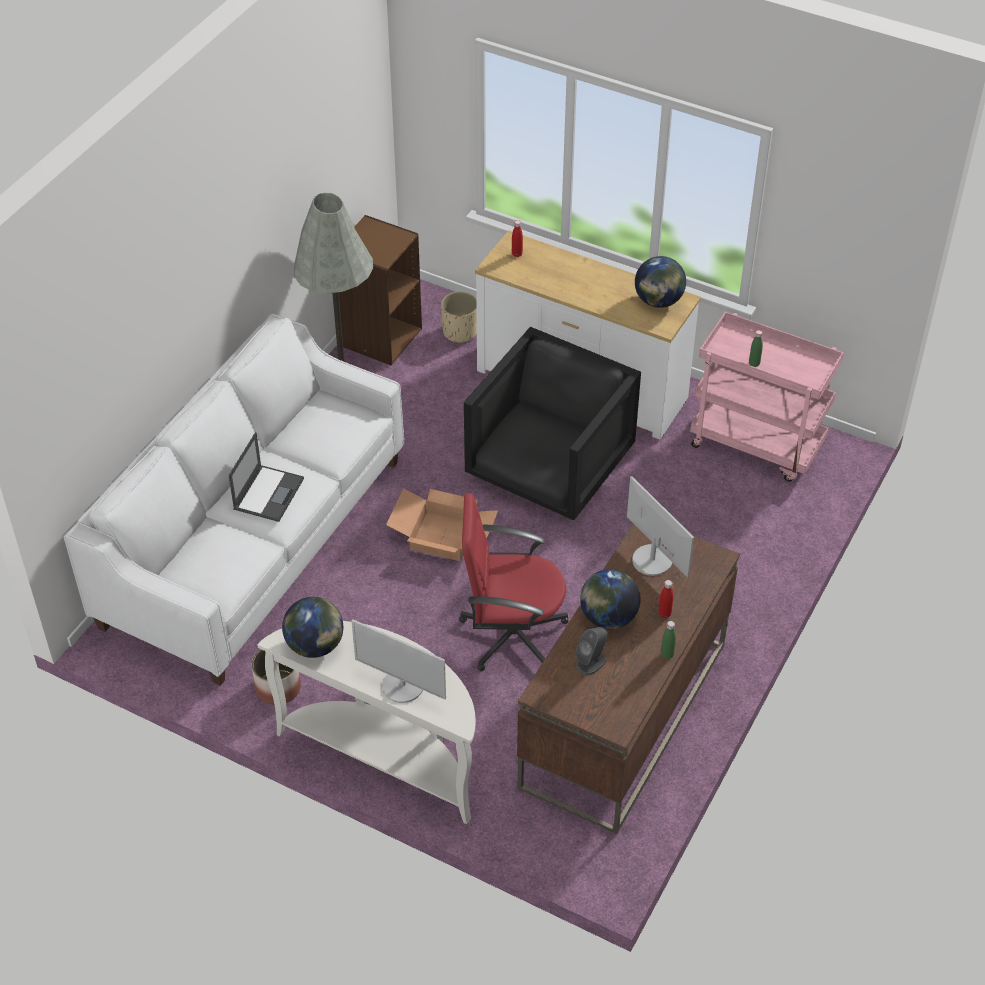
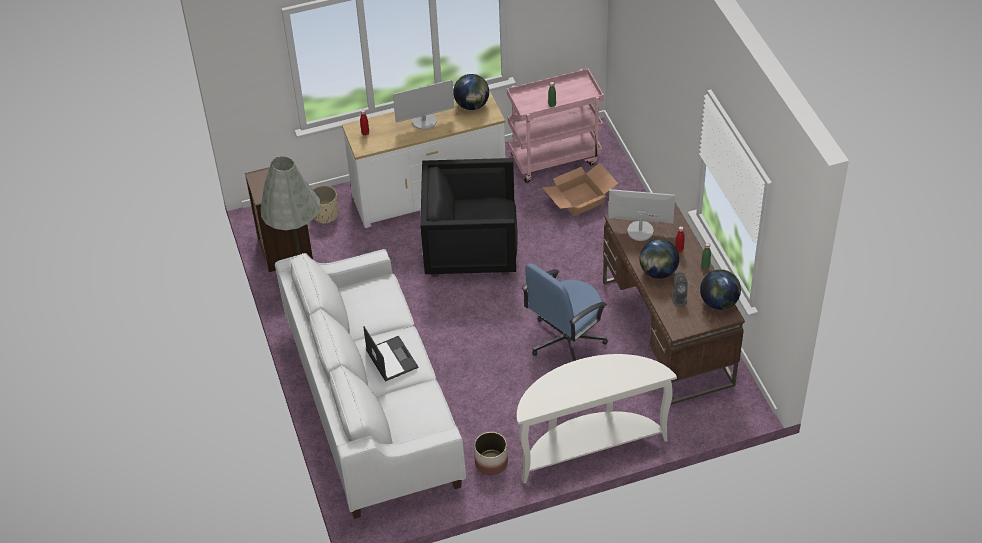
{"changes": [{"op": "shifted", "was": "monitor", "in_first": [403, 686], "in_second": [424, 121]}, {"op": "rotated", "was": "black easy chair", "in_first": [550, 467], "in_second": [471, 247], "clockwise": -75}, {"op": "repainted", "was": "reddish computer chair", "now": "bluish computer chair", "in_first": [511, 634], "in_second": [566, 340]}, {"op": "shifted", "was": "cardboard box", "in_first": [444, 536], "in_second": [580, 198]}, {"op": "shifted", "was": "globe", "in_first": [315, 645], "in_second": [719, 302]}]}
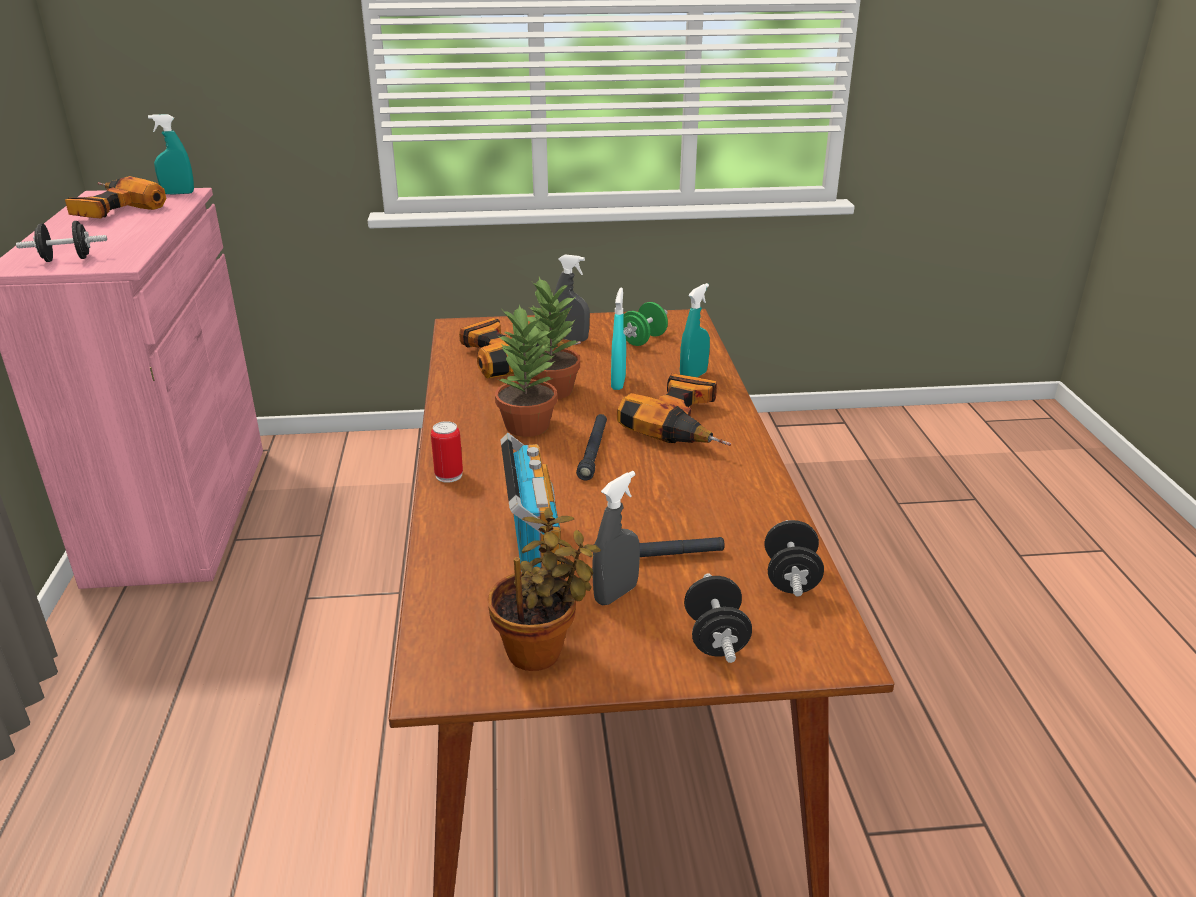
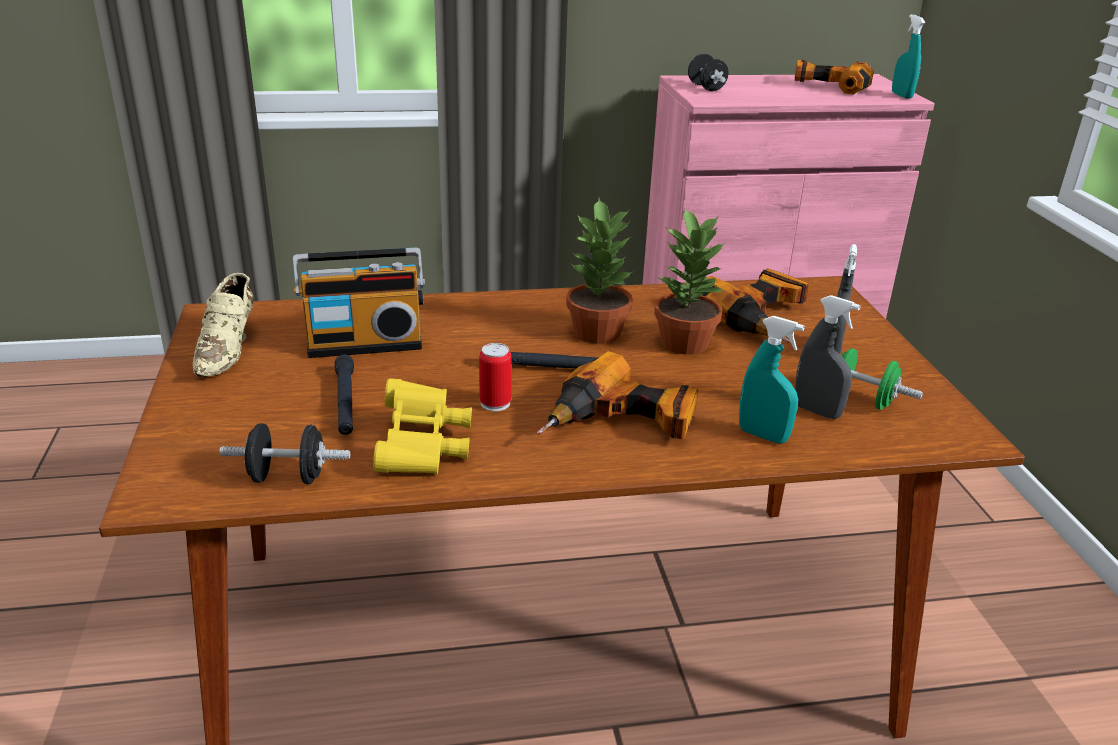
{"changes": [{"op": "swapped", "was": "potted plant", "now": "beige-coloured item of footwear", "in_first": [541, 651], "in_second": [229, 350]}, {"op": "new", "now": "yellowish binoculars", "in_second": [423, 448]}, {"op": "shifted", "was": "sealed can", "in_first": [449, 475], "in_second": [495, 403]}, {"op": "shifted", "was": "grey hand sprayer", "in_first": [616, 594], "in_second": [817, 411]}, {"op": "gone", "was": "blue-green hand sprayer", "in_first": [618, 383]}, {"op": "gone", "was": "black free weight", "in_first": [715, 638]}]}
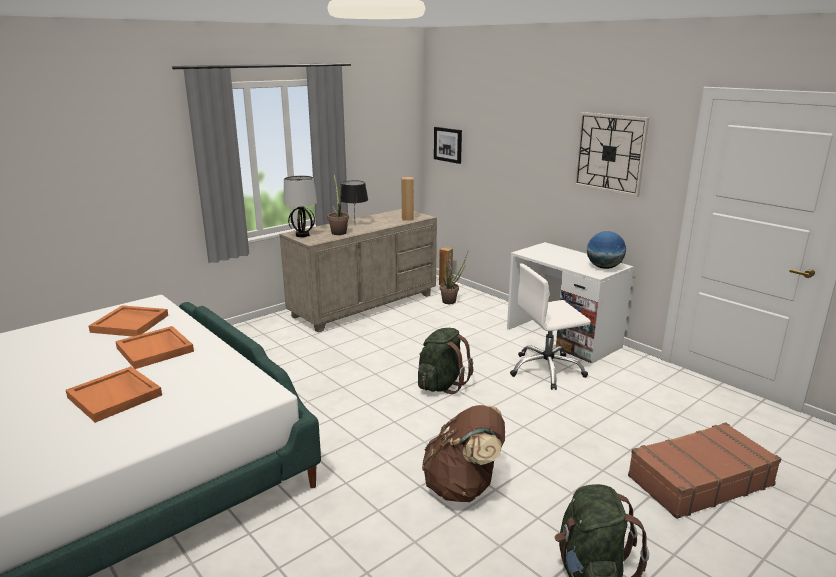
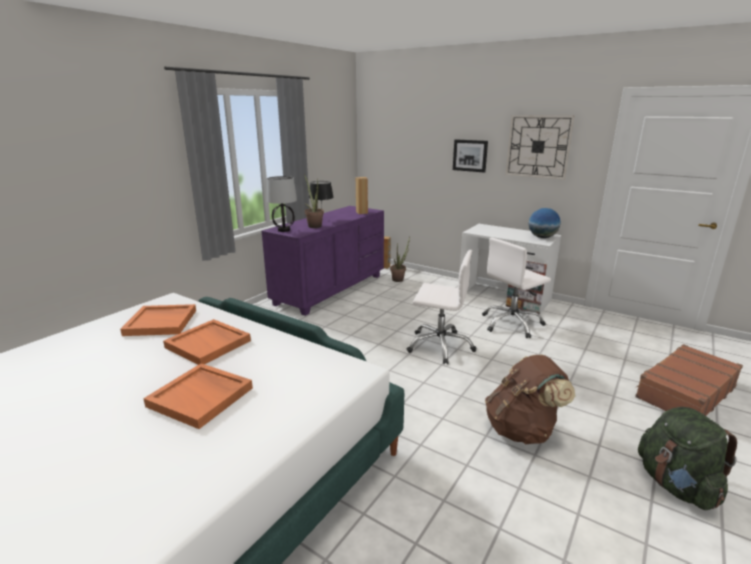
{"changes": [{"op": "repainted", "was": "beige-coloured dresser", "now": "purplish dresser", "in_first": [364, 305], "in_second": [330, 290]}, {"op": "swapped", "was": "green-coloured knapsack", "now": "whitish computer chair", "in_first": [441, 385], "in_second": [440, 346]}, {"op": "shifted", "was": "wall art", "in_first": [448, 144], "in_second": [470, 155]}]}
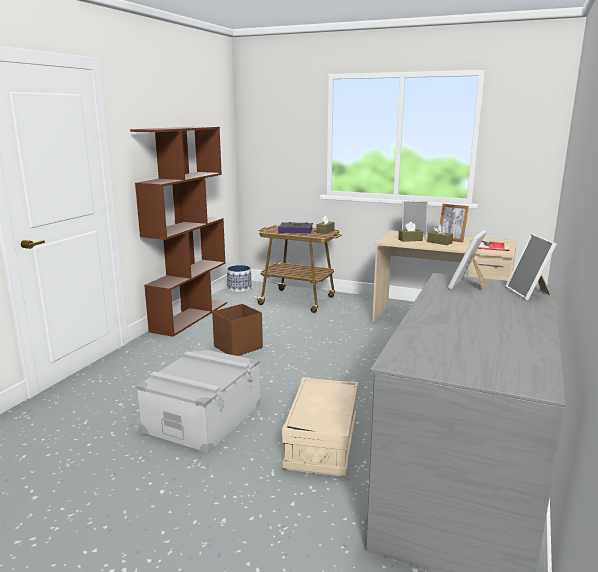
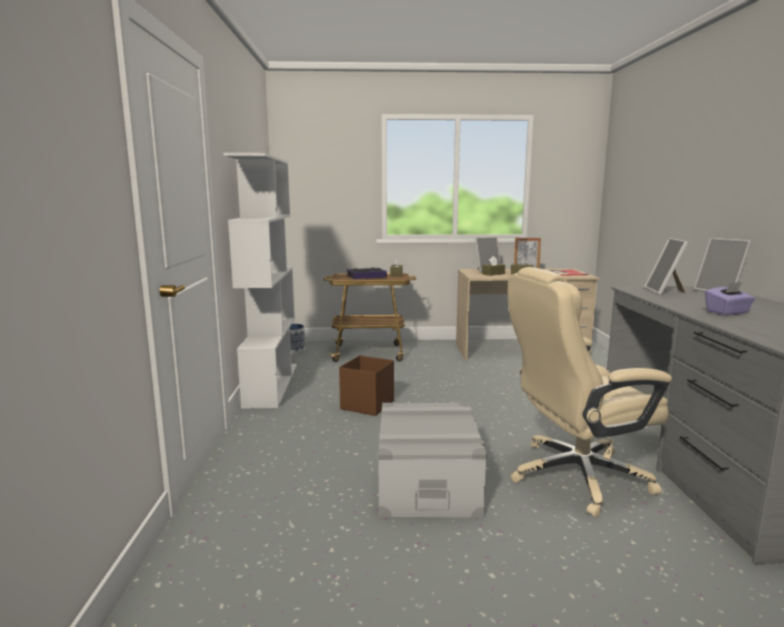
{"changes": [{"op": "repainted", "was": "brownish shelving unit", "now": "whitish shelving unit", "in_first": [190, 316], "in_second": [271, 384]}, {"op": "swapped", "was": "beige-coloured storage box", "now": "beige-coloured computer chair", "in_first": [322, 443], "in_second": [575, 476]}, {"op": "new", "now": "purplish tissue holder", "in_second": [727, 312]}]}
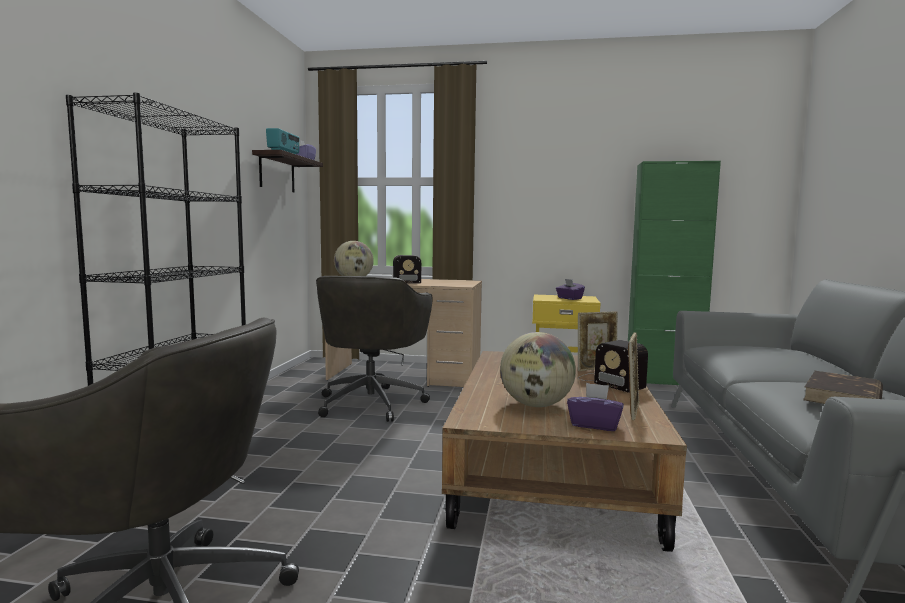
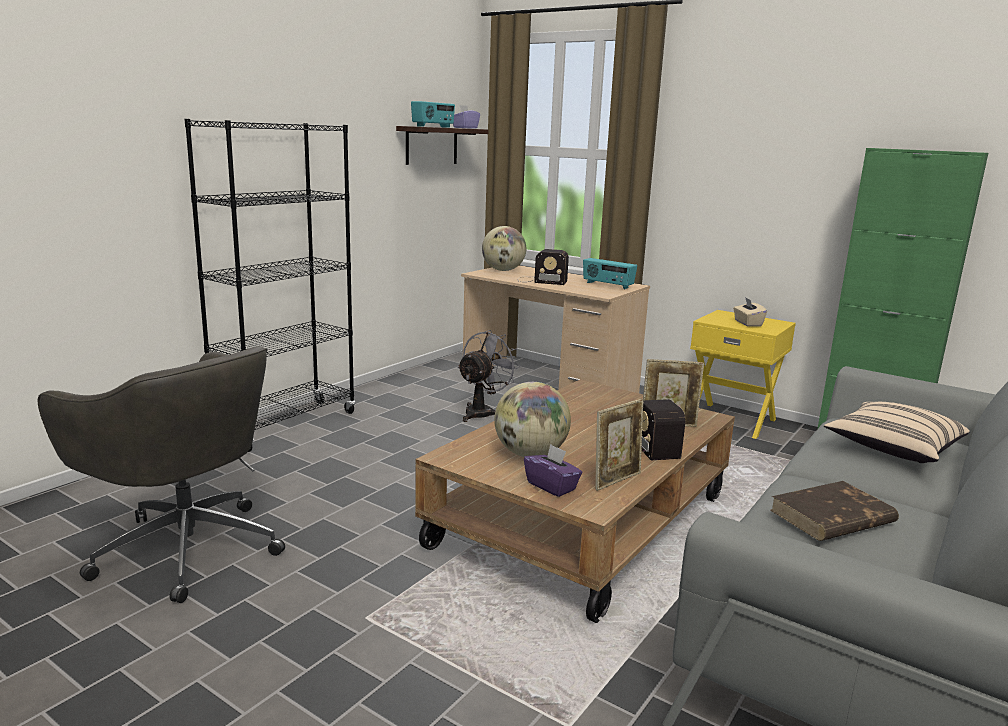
{"changes": [{"op": "swapped", "was": "grey computer chair", "now": "grey cooling fan", "in_first": [372, 402], "in_second": [482, 412]}, {"op": "new", "now": "radio receiver", "in_second": [607, 285]}, {"op": "repainted", "was": "purplish tissue holder", "now": "beige-coloured tissue holder", "in_first": [569, 298], "in_second": [747, 323]}, {"op": "new", "now": "beige-coloured pillow", "in_second": [892, 449]}]}
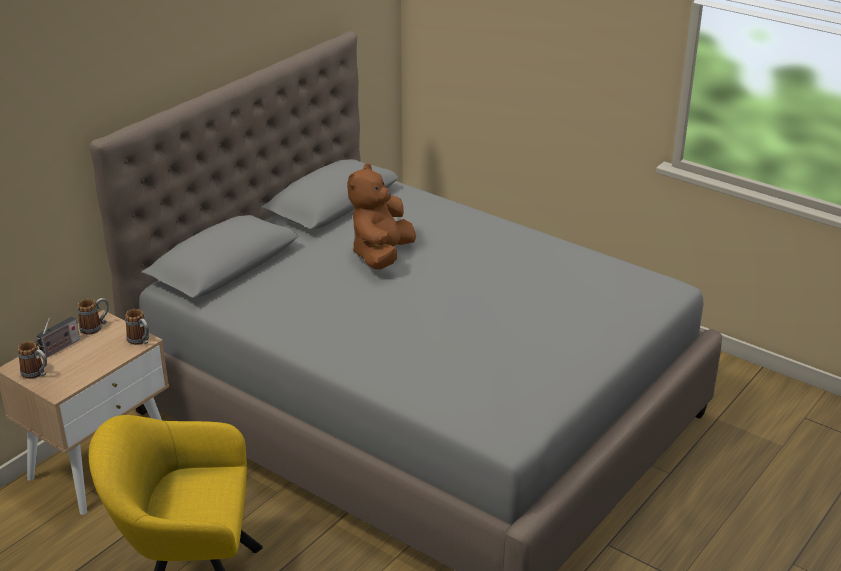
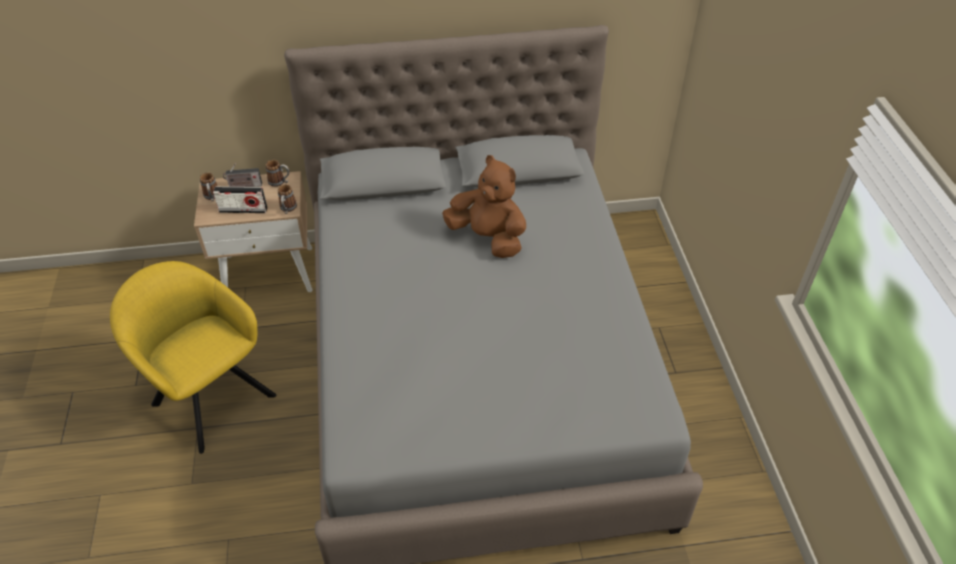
{"changes": [{"op": "new", "now": "radio receiver", "in_second": [243, 210]}, {"op": "rotated", "was": "brownish soft toy", "in_first": [381, 255], "in_second": [488, 238], "clockwise": 60}]}
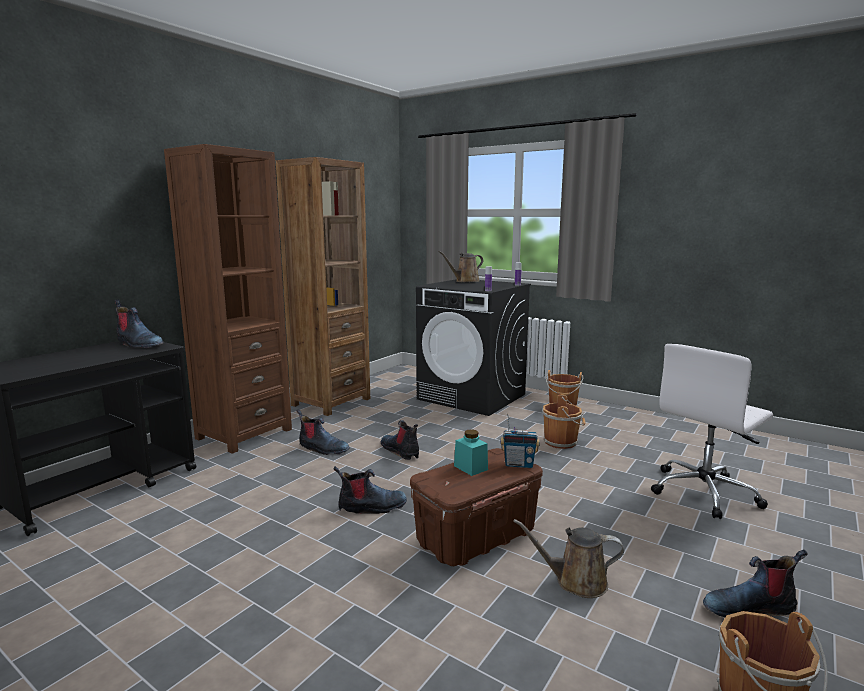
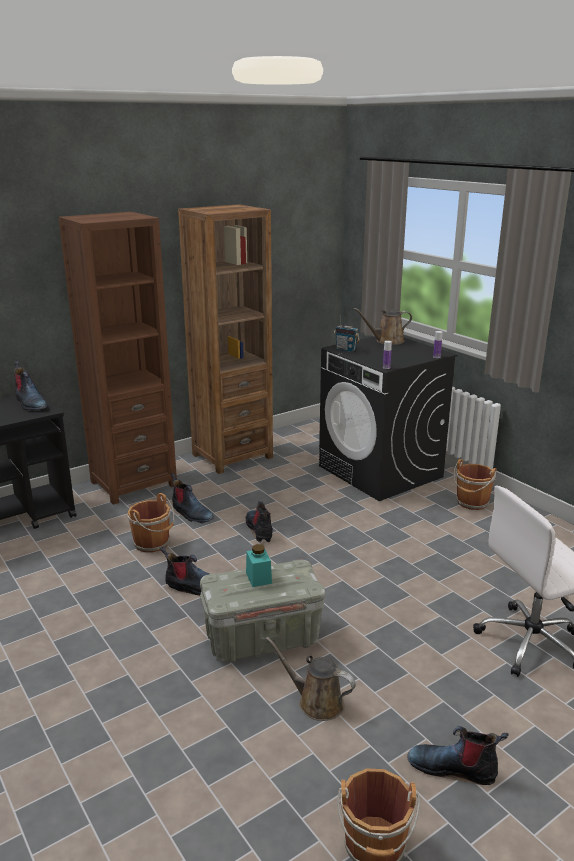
{"changes": [{"op": "shifted", "was": "brownish pail", "in_first": [562, 442], "in_second": [153, 543]}, {"op": "repainted", "was": "brownish storage box", "now": "grey storage box", "in_first": [475, 538], "in_second": [262, 639]}, {"op": "shifted", "was": "radio receiver", "in_first": [519, 464], "in_second": [346, 349]}]}
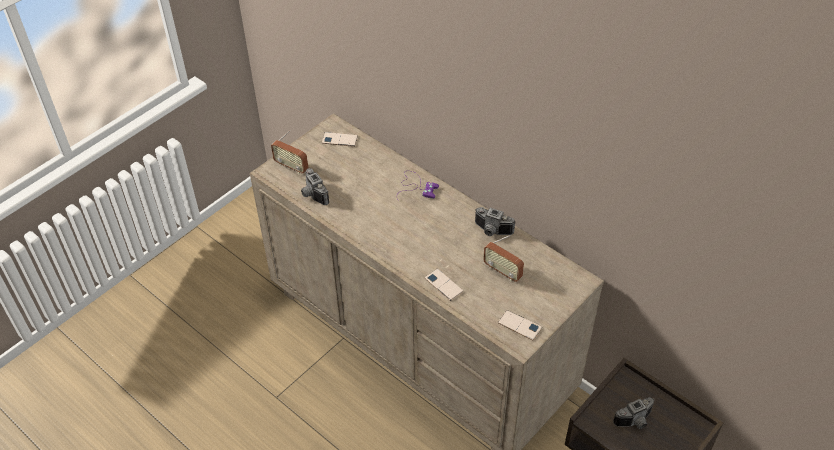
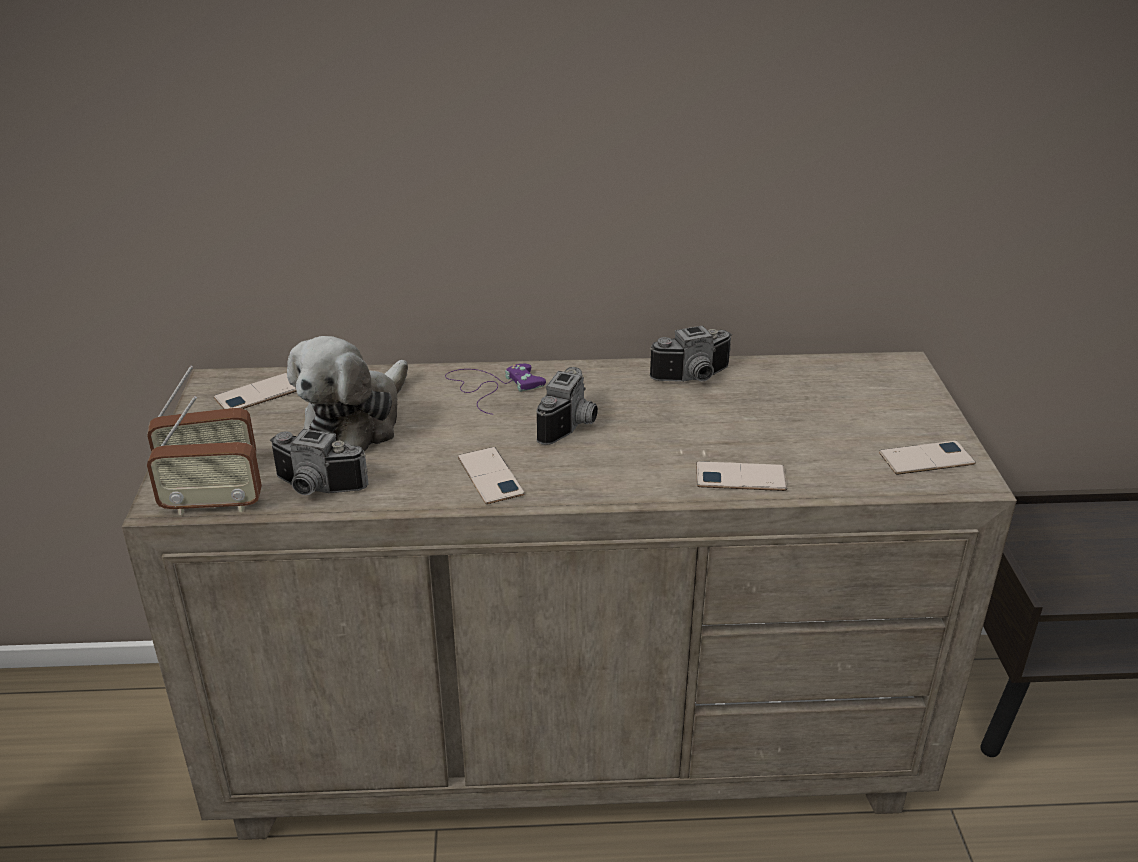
{"changes": [{"op": "shifted", "was": "radio receiver", "in_first": [502, 271], "in_second": [212, 506]}, {"op": "new", "now": "soft toy", "in_second": [356, 423]}, {"op": "new", "now": "handset", "in_second": [490, 476]}, {"op": "shifted", "was": "still camera", "in_first": [635, 422], "in_second": [572, 425]}]}
